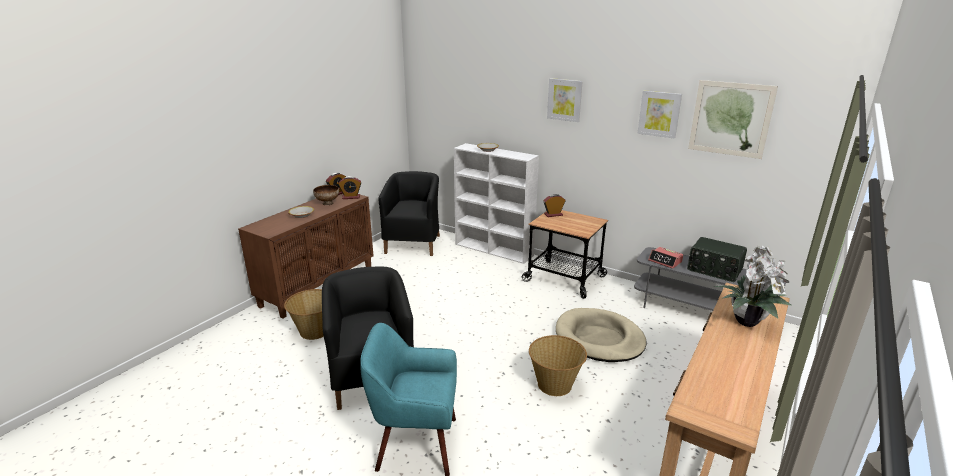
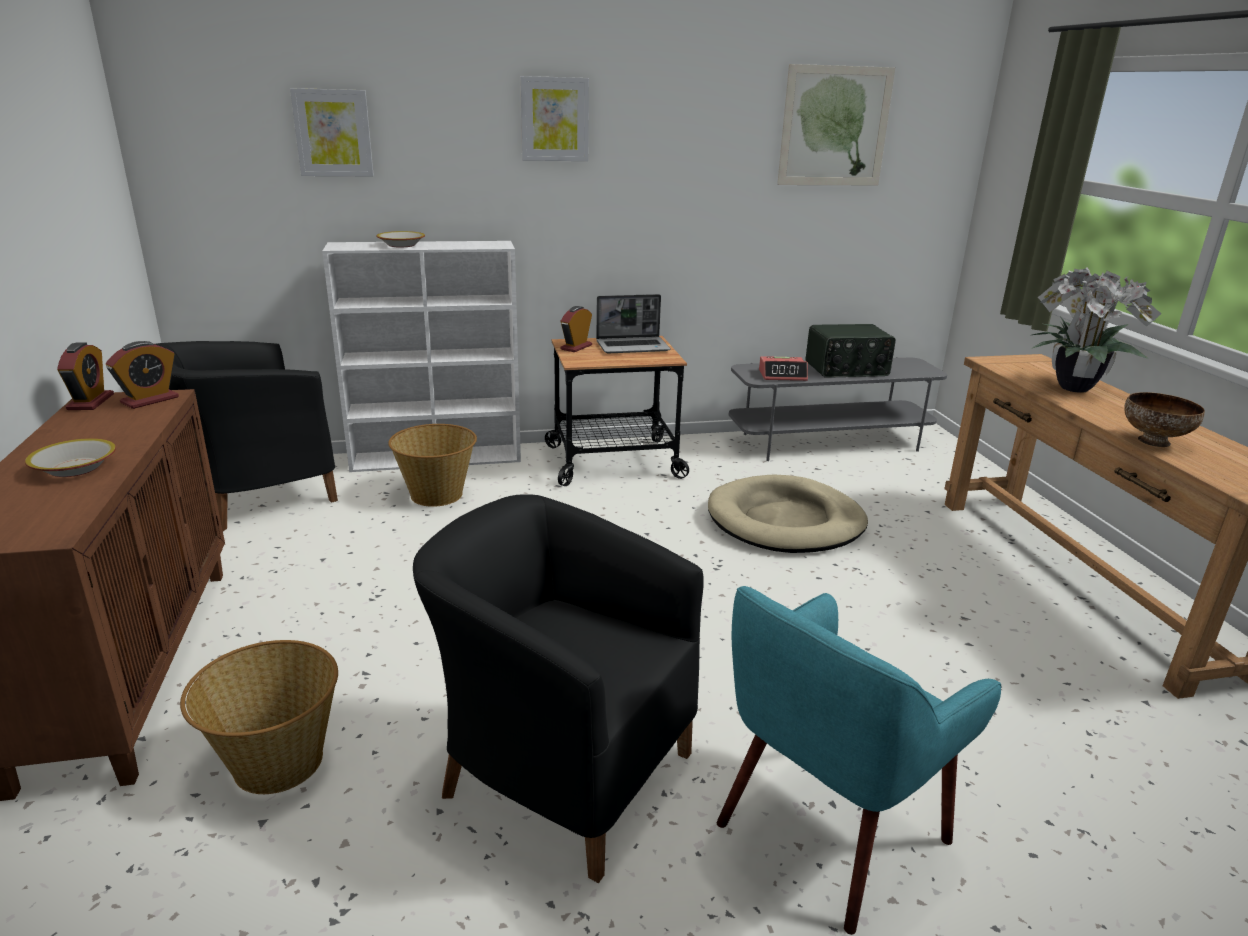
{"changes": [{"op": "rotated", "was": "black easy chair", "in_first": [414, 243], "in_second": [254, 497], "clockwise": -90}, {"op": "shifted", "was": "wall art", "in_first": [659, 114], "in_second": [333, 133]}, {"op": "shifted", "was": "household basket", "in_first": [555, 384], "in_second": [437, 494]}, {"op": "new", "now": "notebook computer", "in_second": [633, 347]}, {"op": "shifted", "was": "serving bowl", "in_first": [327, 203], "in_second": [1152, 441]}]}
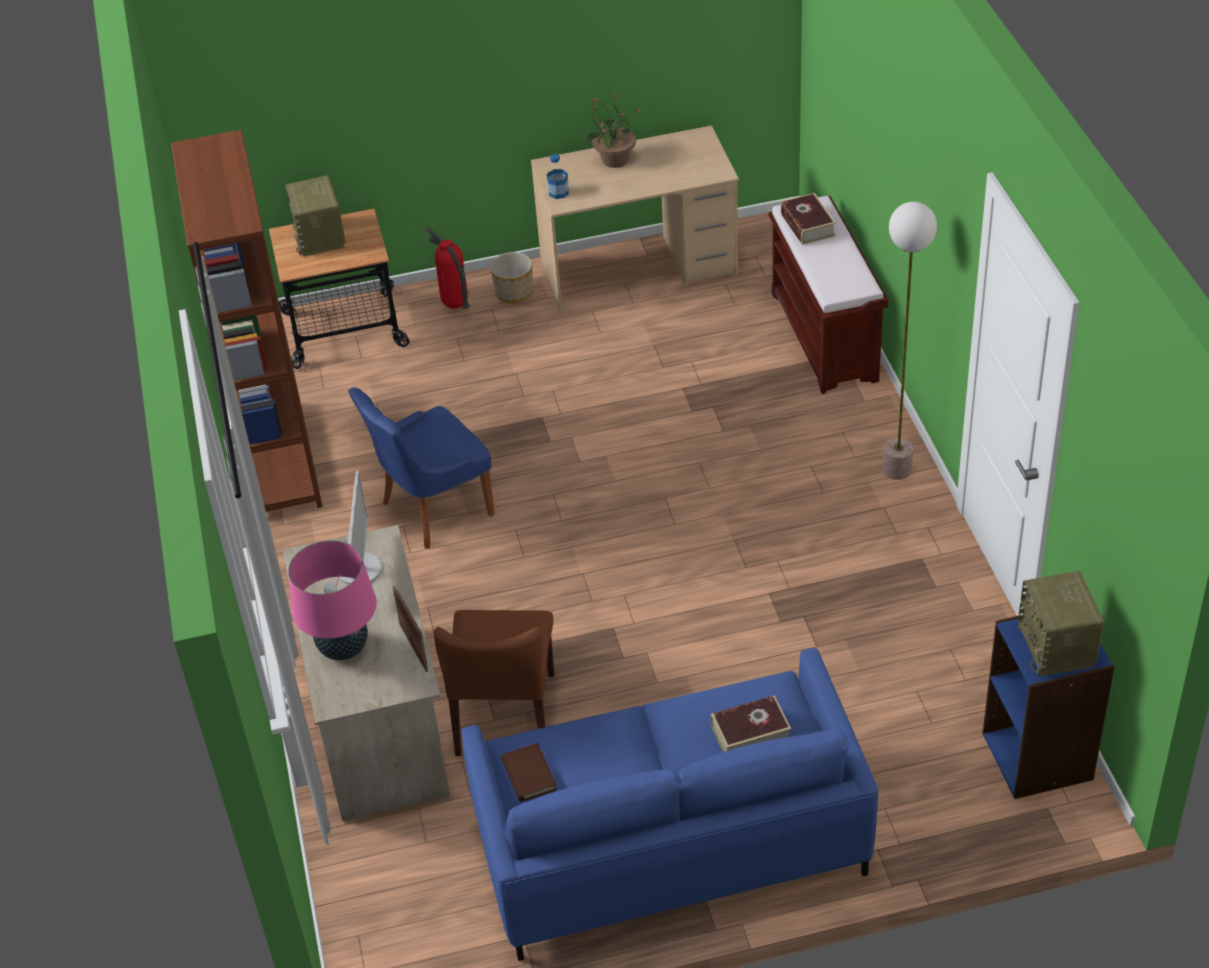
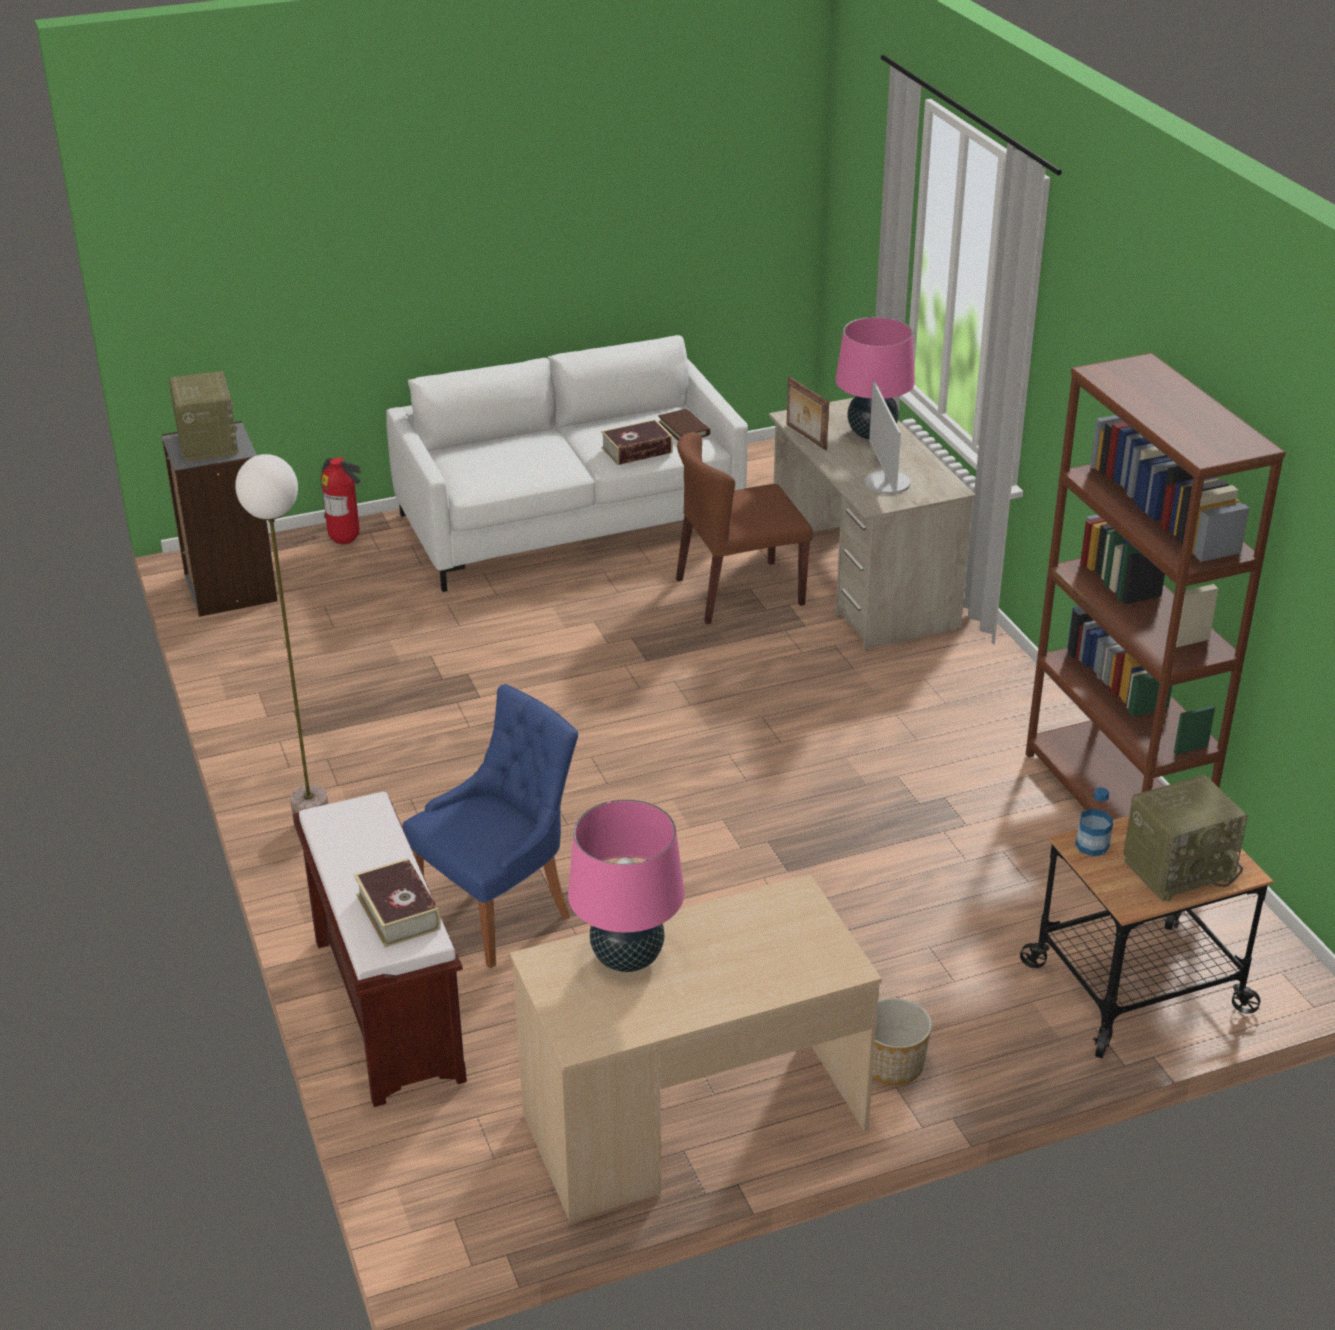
{"changes": [{"op": "repainted", "was": "bluish shelving unit", "now": "grey shelving unit", "in_first": [1038, 756], "in_second": [229, 589]}, {"op": "shifted", "was": "fire-fighting cylinder", "in_first": [454, 305], "in_second": [345, 541]}, {"op": "repainted", "was": "bluish sofa", "now": "whitish sofa", "in_first": [668, 842], "in_second": [570, 524]}, {"op": "shifted", "was": "bluish plain chair", "in_first": [433, 510], "in_second": [499, 910]}, {"op": "new", "now": "pink tabletop lamp", "in_second": [627, 958]}, {"op": "shifted", "was": "book", "in_first": [750, 734], "in_second": [637, 450]}, {"op": "rotated", "was": "brownish plain chair", "in_first": [506, 714], "in_second": [738, 592], "clockwise": -105}, {"op": "shifted", "was": "bottle", "in_first": [558, 192], "in_second": [1092, 845]}, {"op": "rotated", "was": "radio receiver", "in_first": [320, 237], "in_second": [1179, 868], "clockwise": 90}, {"op": "gone", "was": "potted plant", "in_first": [614, 160]}]}
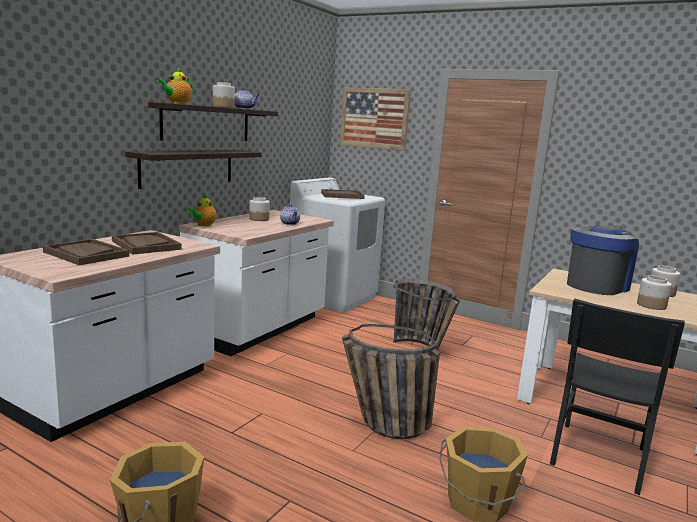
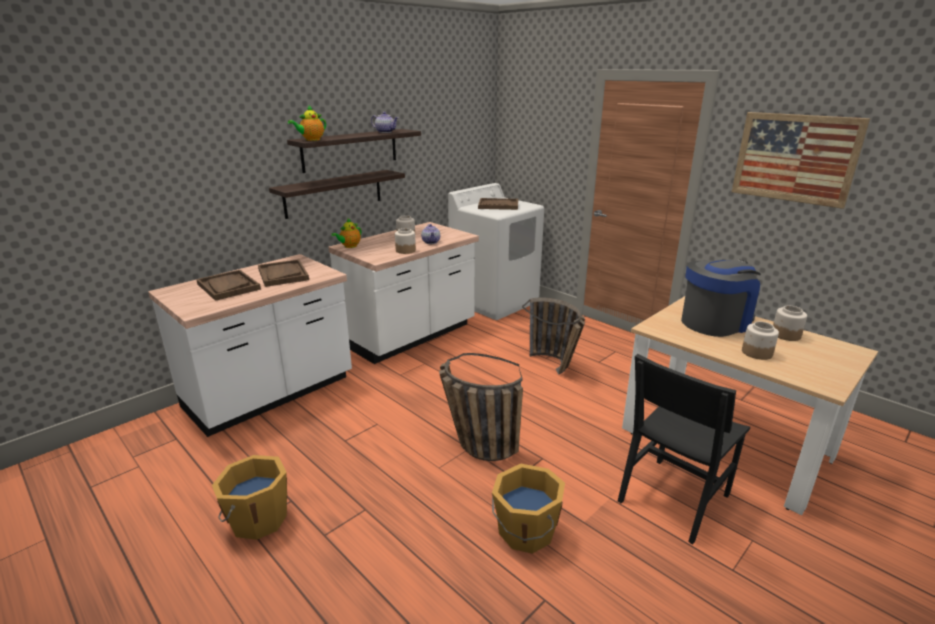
{"changes": [{"op": "shifted", "was": "jar", "in_first": [223, 107], "in_second": [405, 250]}, {"op": "shifted", "was": "wall art", "in_first": [374, 118], "in_second": [795, 158]}]}
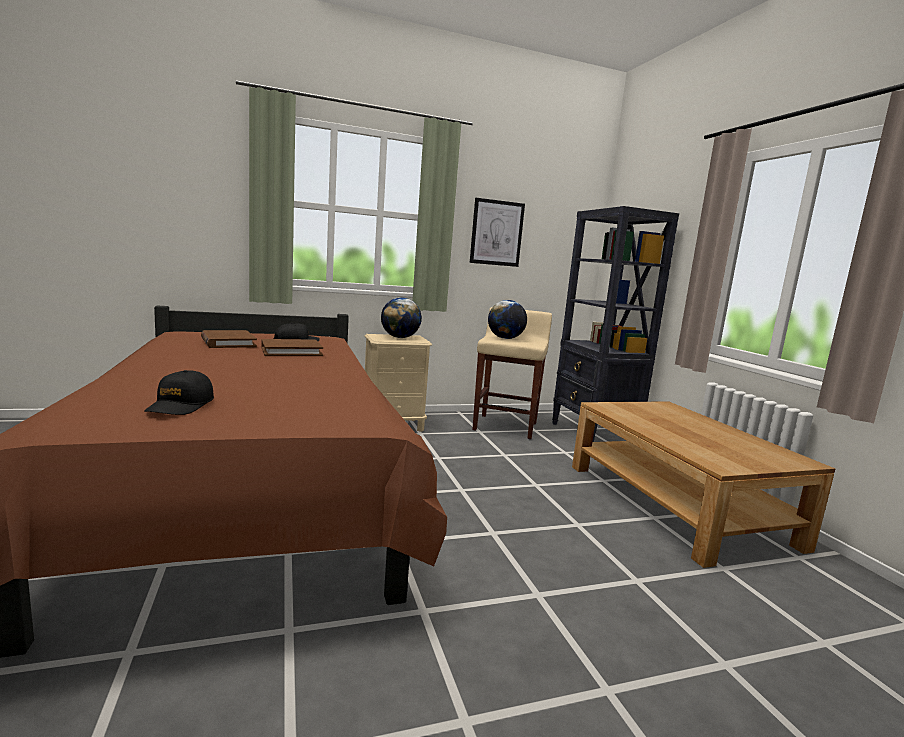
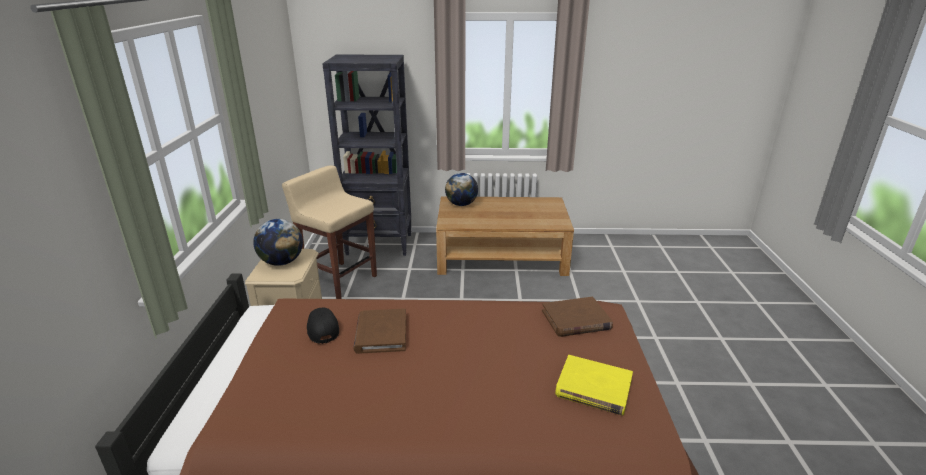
{"changes": [{"op": "shifted", "was": "globe", "in_first": [505, 338], "in_second": [461, 204]}, {"op": "shifted", "was": "brownish book", "in_first": [228, 342], "in_second": [576, 320]}, {"op": "swapped", "was": "black cap", "now": "yellowish book", "in_first": [181, 405], "in_second": [593, 388]}, {"op": "gone", "was": "wall art", "in_first": [496, 233]}]}
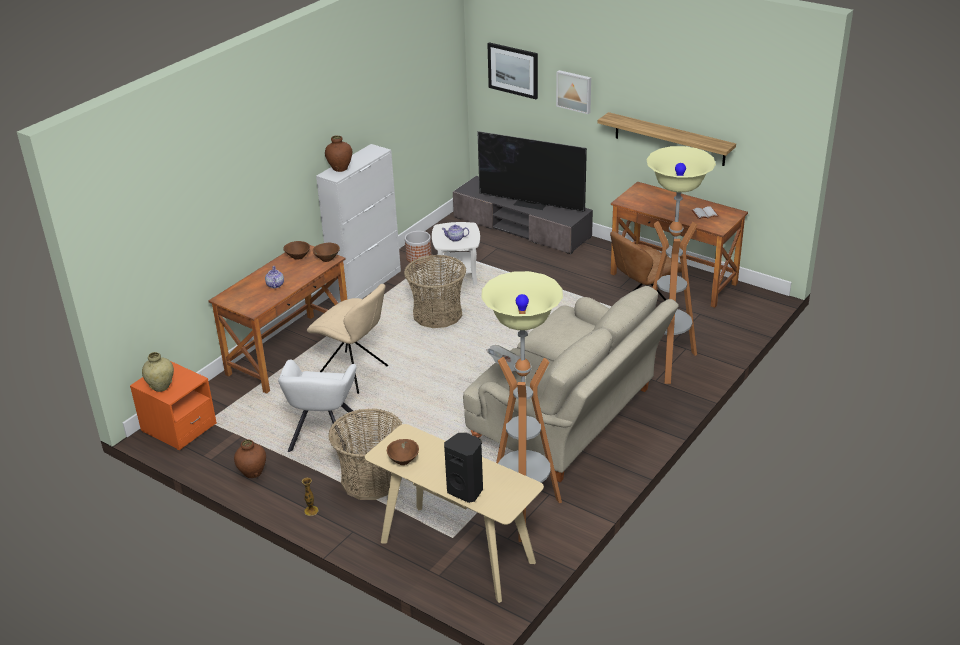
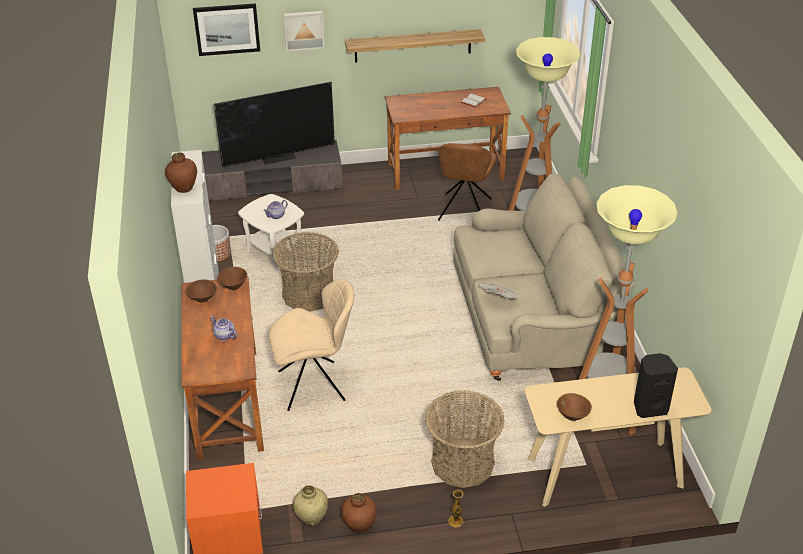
{"changes": [{"op": "shifted", "was": "beige-coloured flower vase", "in_first": [161, 386], "in_second": [311, 518]}, {"op": "gone", "was": "whitish easy chair", "in_first": [324, 436]}]}
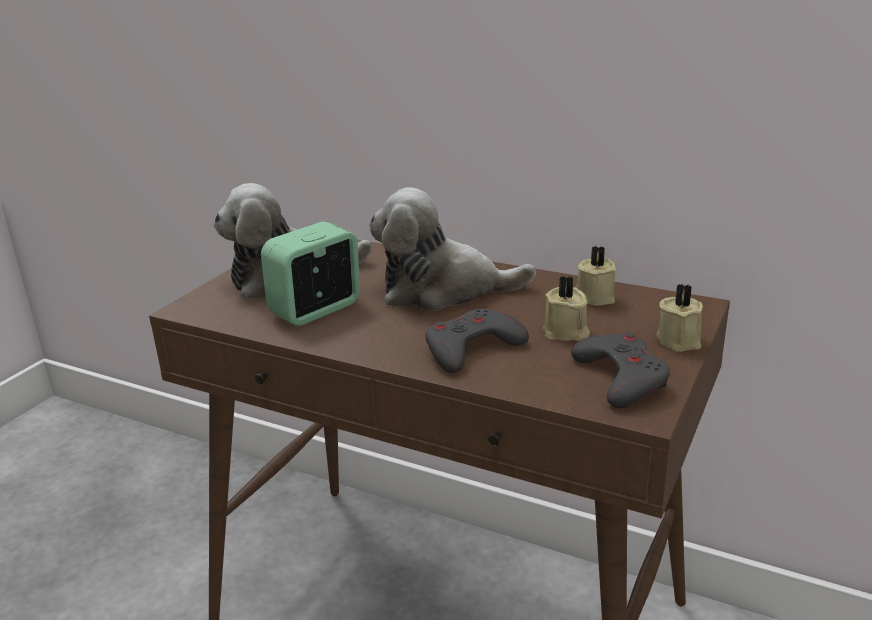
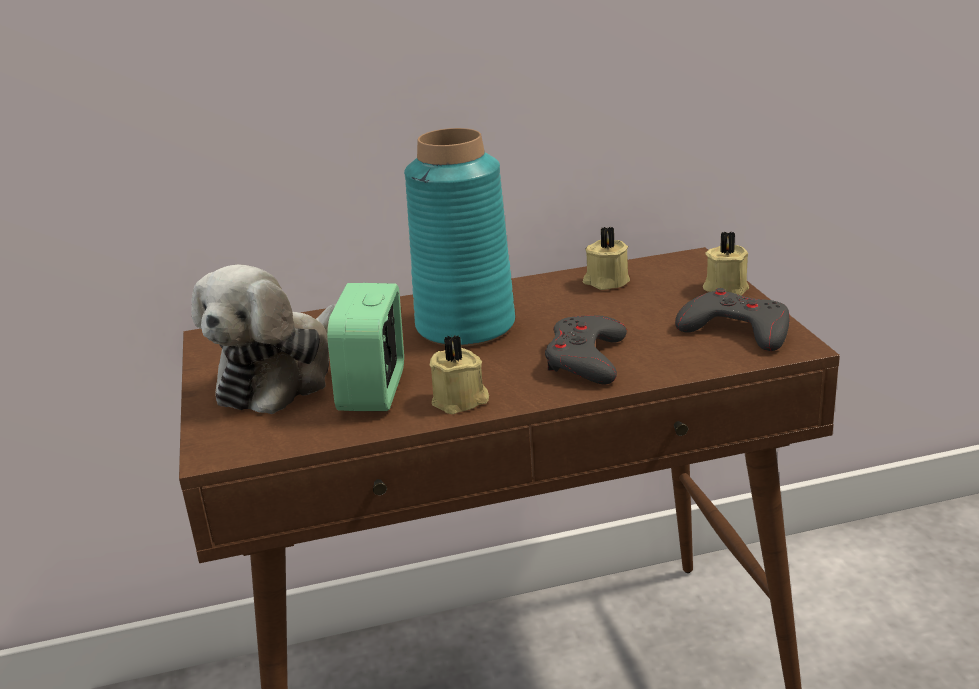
{"changes": [{"op": "swapped", "was": "soft toy", "now": "blue-green flower vase", "in_first": [443, 290], "in_second": [466, 326]}, {"op": "shifted", "was": "beige-coloured wax light", "in_first": [566, 332], "in_second": [461, 401]}]}
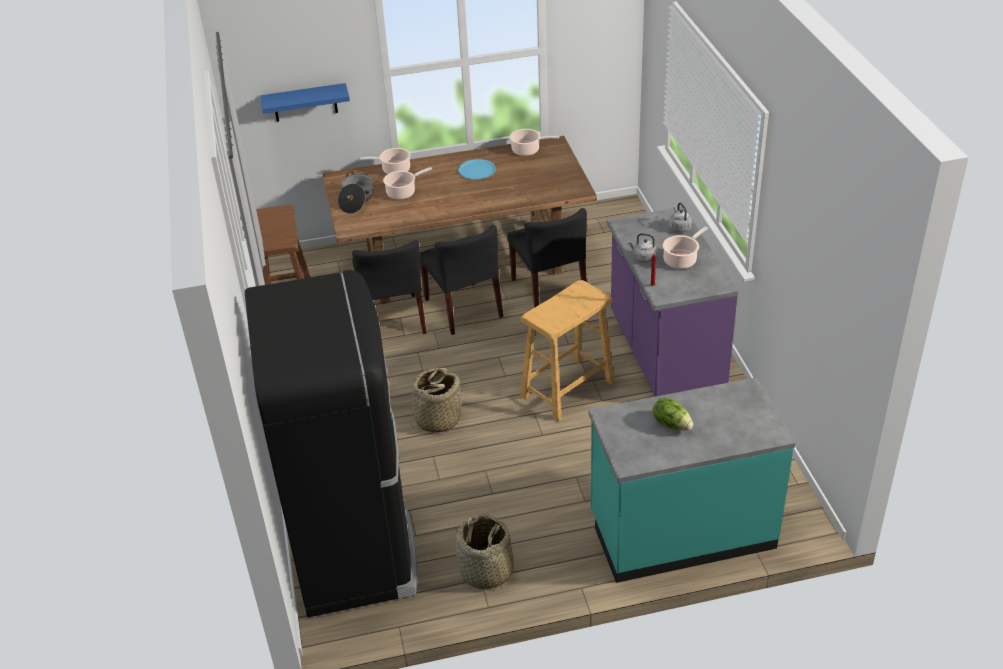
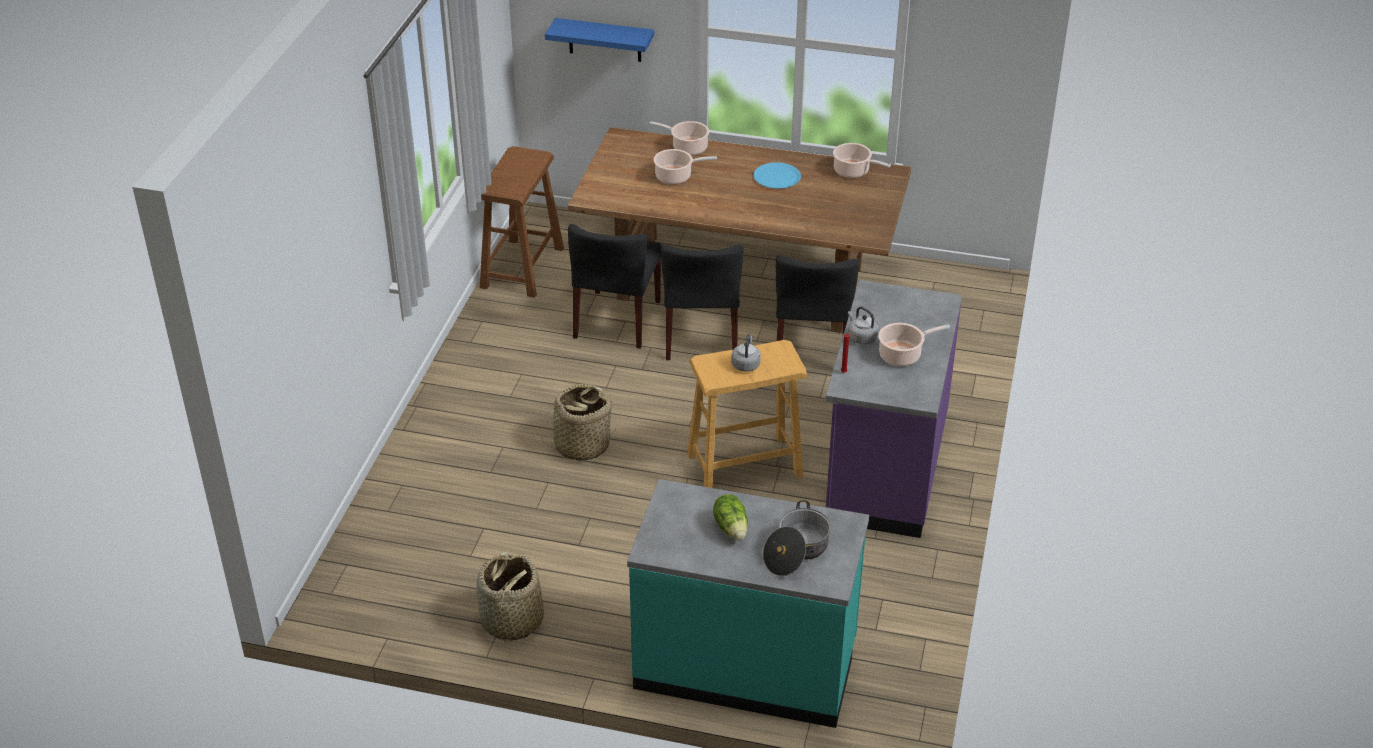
{"changes": [{"op": "shifted", "was": "grey tea kettle", "in_first": [679, 227], "in_second": [746, 364]}, {"op": "shifted", "was": "cooking pot", "in_first": [356, 200], "in_second": [796, 551]}, {"op": "gone", "was": "black fridge", "in_first": [354, 544]}]}
